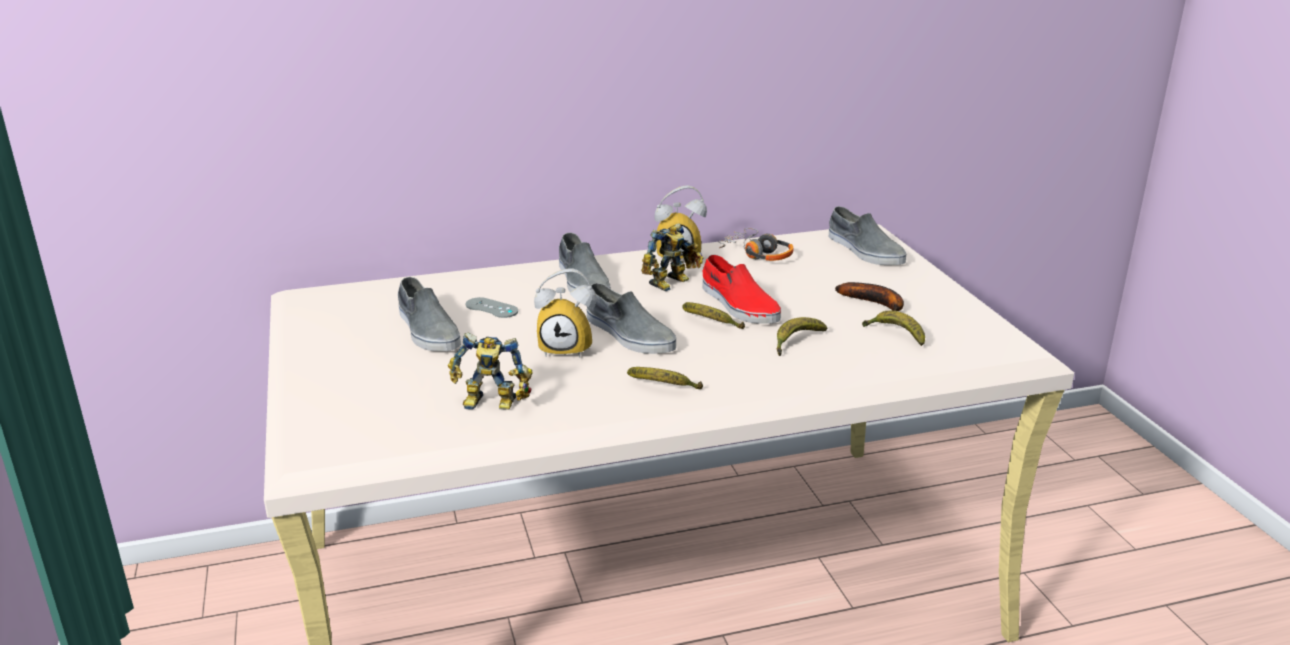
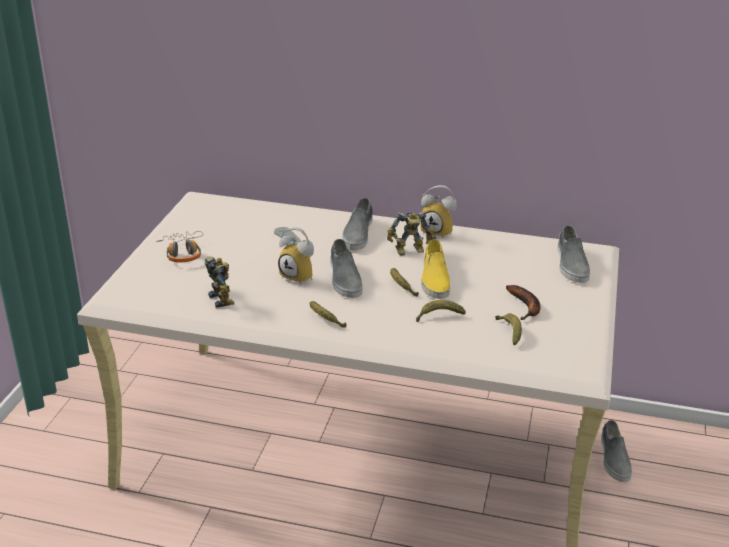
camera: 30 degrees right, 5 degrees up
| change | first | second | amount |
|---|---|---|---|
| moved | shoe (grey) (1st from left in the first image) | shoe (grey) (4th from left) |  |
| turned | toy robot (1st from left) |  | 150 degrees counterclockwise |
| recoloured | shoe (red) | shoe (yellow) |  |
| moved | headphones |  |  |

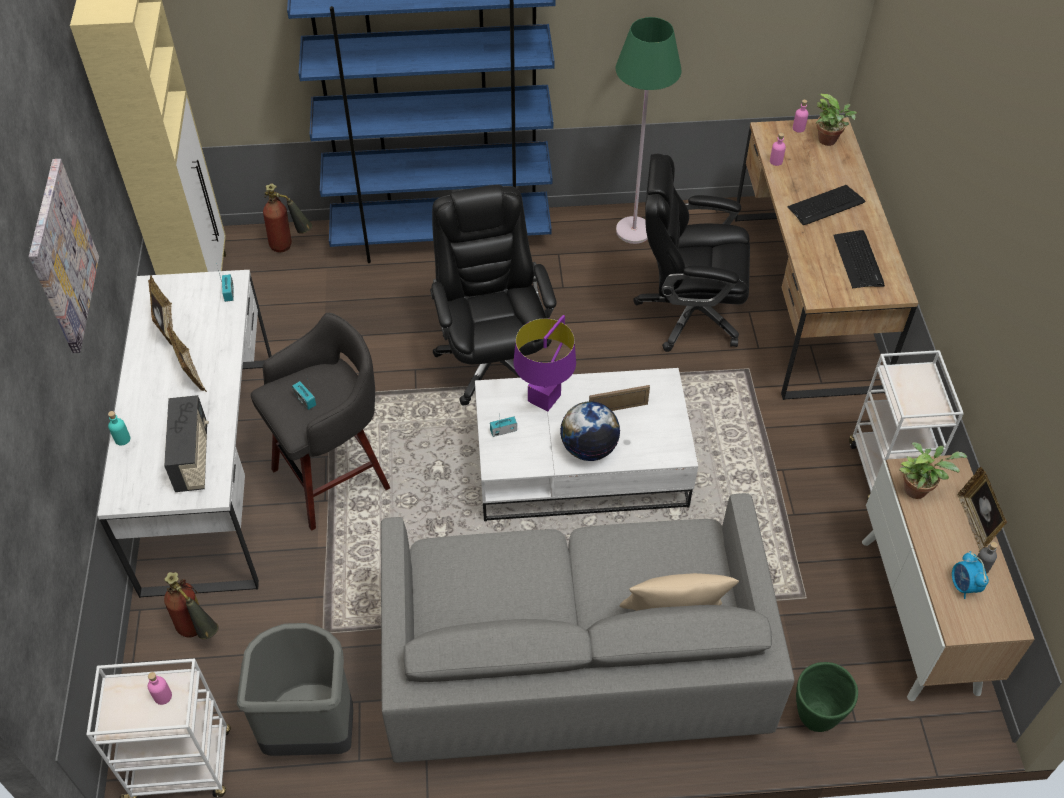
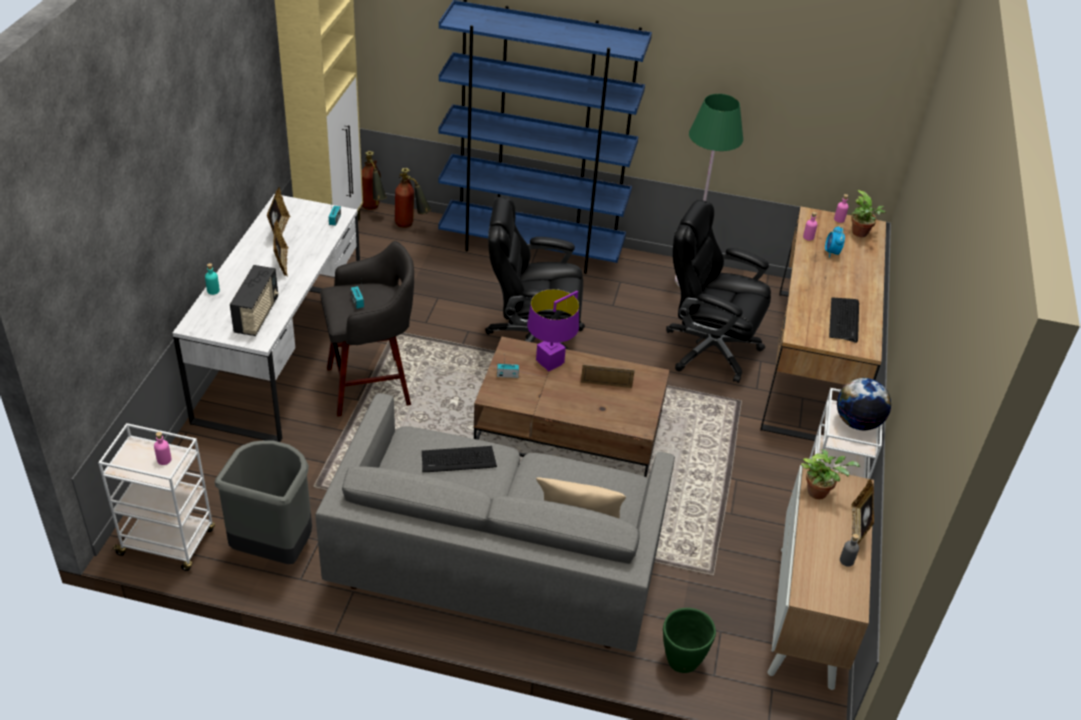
camera: 15 degrees right, 10 degrees down
| change | first | second | amount |
|---|---|---|---|
| removed | picture |  |  |
| moved | fire extinguisher (1st from left) |  |  |
| turned | office chair (black) (1st from left) |  | 90 degrees counterclockwise |
| recoloured | coffee table (white) | coffee table (brown) |  |
| moved | globe |  |  |
| moved | keyboard (1st from left) |  |  |
| moved | alarm clock |  |  |

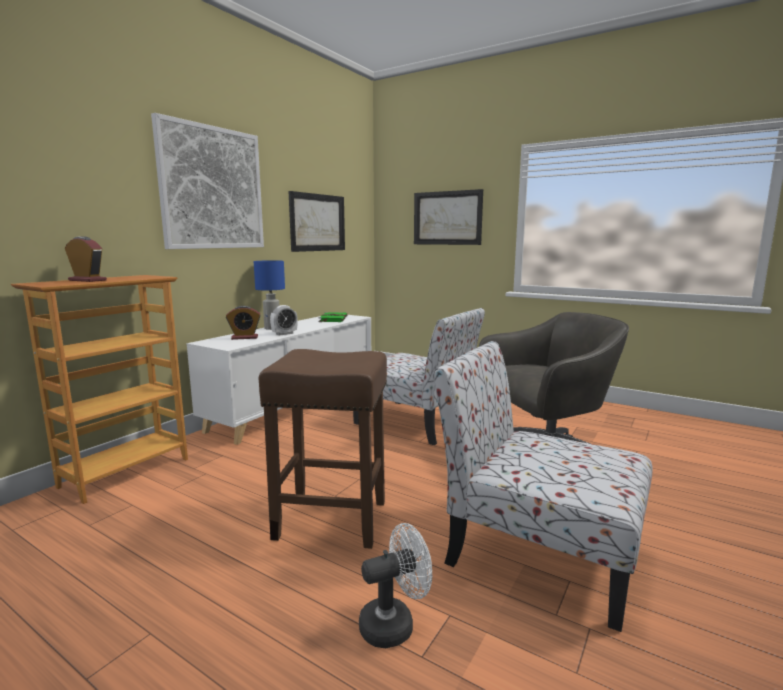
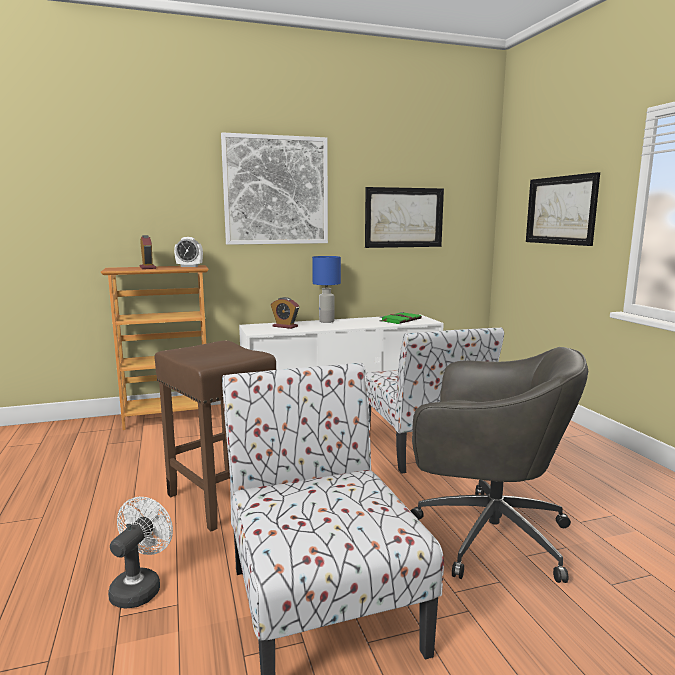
camera: 40 degrees right, 0 degrees up
| change | first | second | amount |
|---|---|---|---|
| moved | alarm clock (3rd from left in the first image) | alarm clock (2nd from left) |  |
| turned | fan (white) |  | 90 degrees counterclockwise |

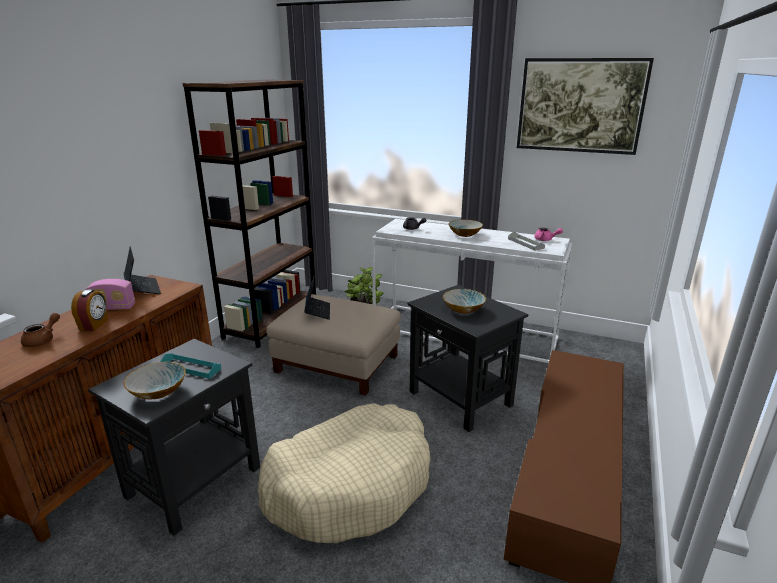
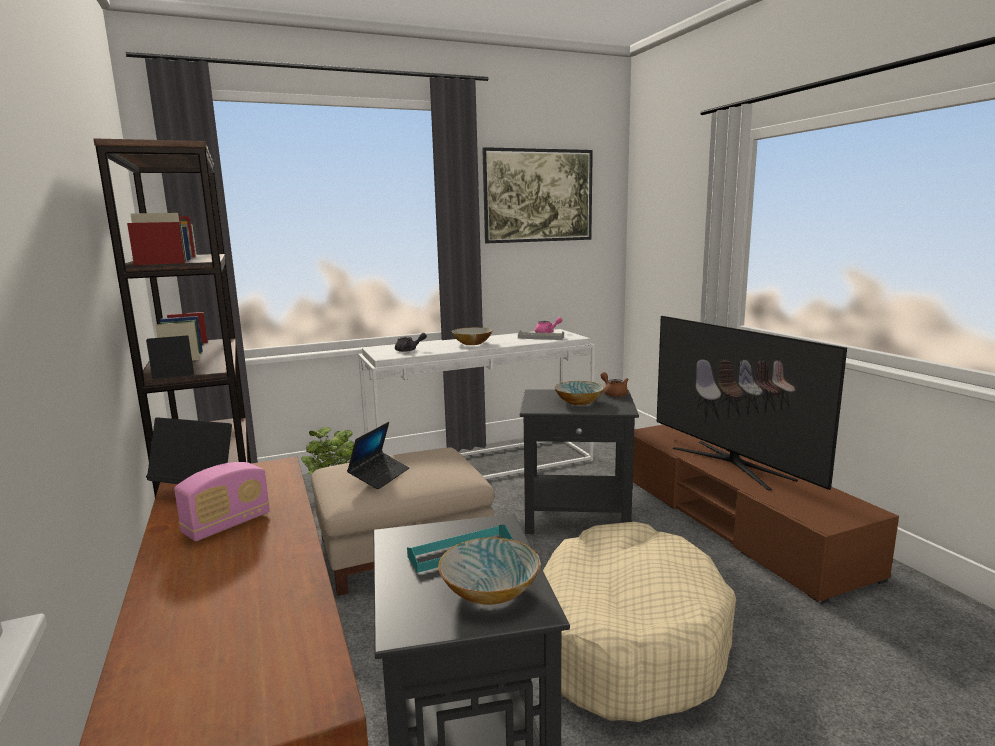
camera: 45 degrees left, 10 degrees down
| change | first | second | amount |
|---|---|---|---|
| moved | teapot (brown) |  |  |
| removed | alarm clock |  |  |
| turned | laptop (2nd from left) |  | 75 degrees clockwise |
| added |  | television |  |

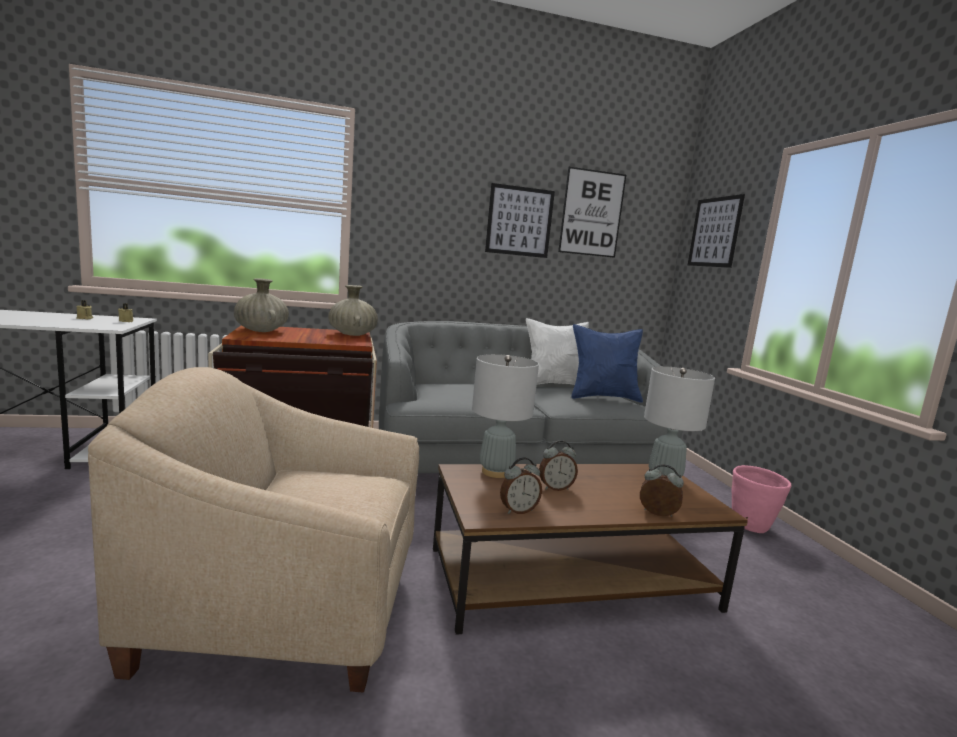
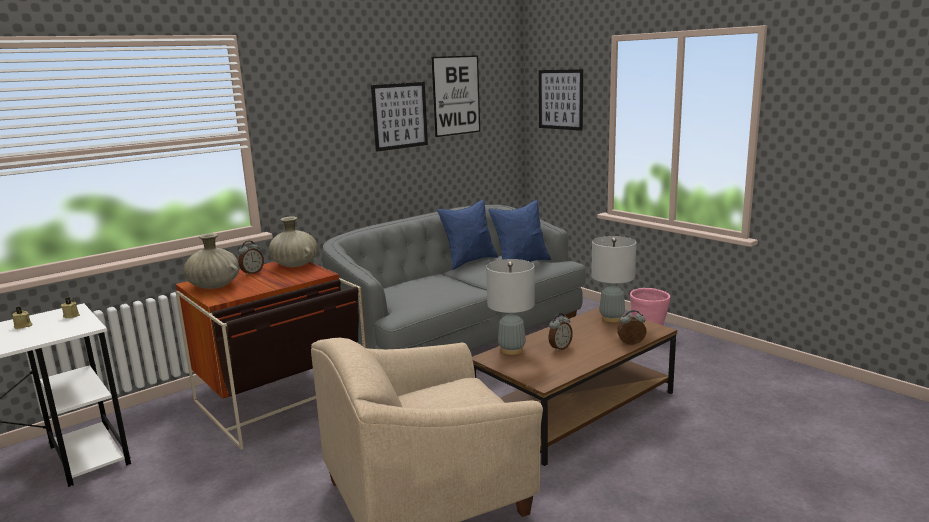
camera: 25 degrees left, 5 degrees up
| change | first | second | amount |
|---|---|---|---|
| moved | alarm clock (1st from left) |  |  |
| recoloured | pillow (white) | pillow (blue) (1st from left) |  |

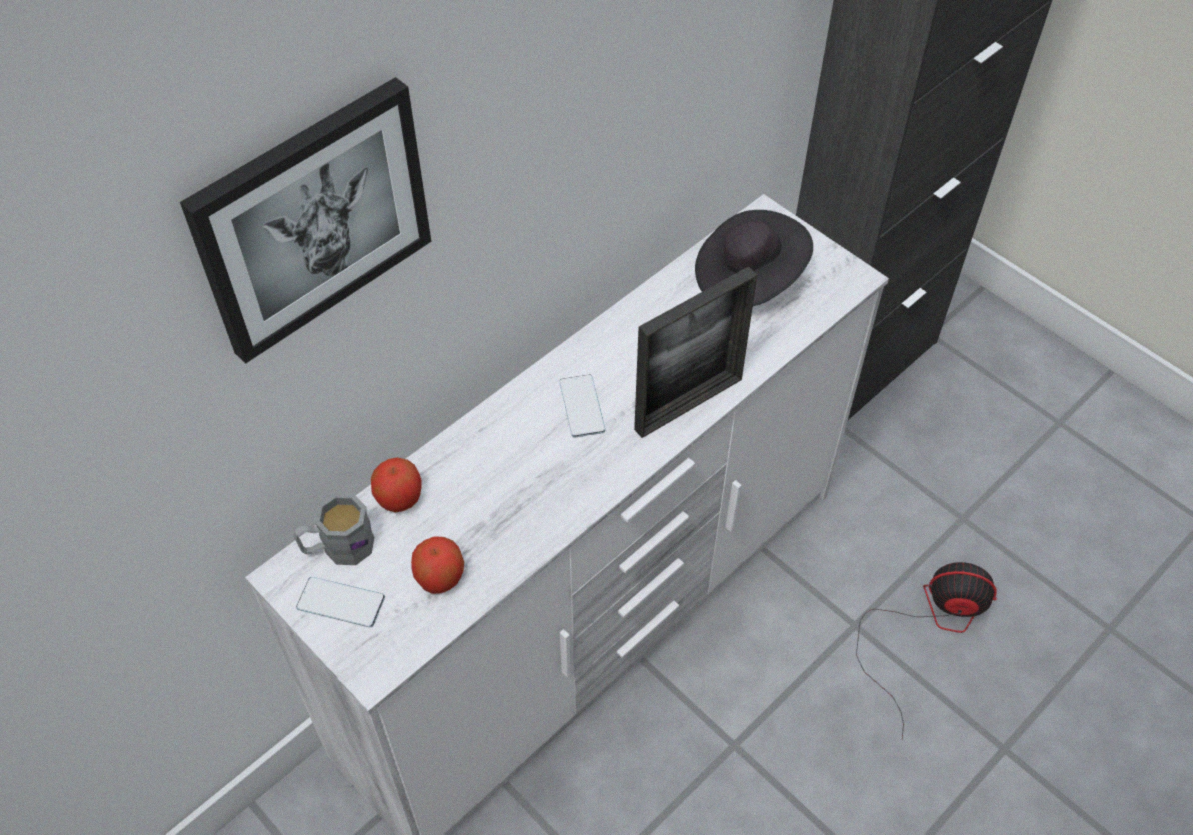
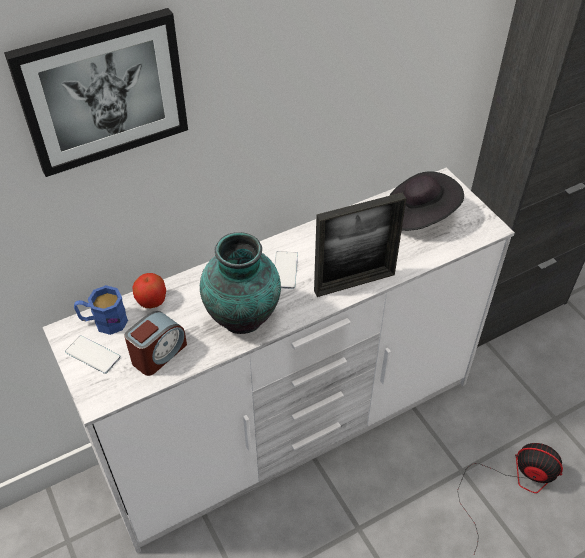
camera: 15 degrees right, 5 degrees down
| change | first | second | amount |
|---|---|---|---|
| recoloured | mug (grey) | mug (blue) |  |
| replaced | apple (2nd from left) | alarm clock |  |
| added |  | vase |  |

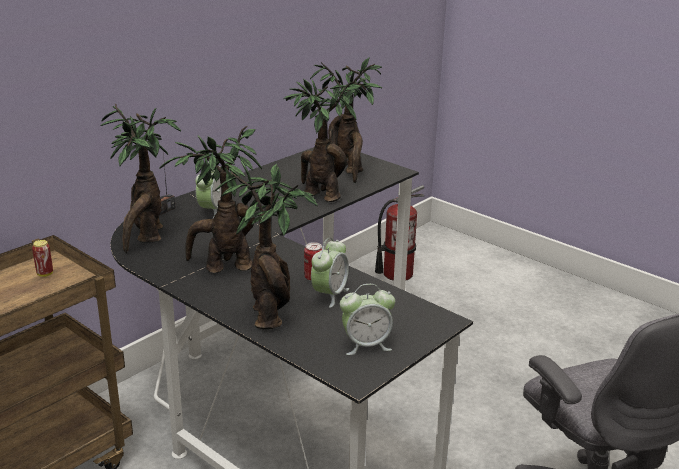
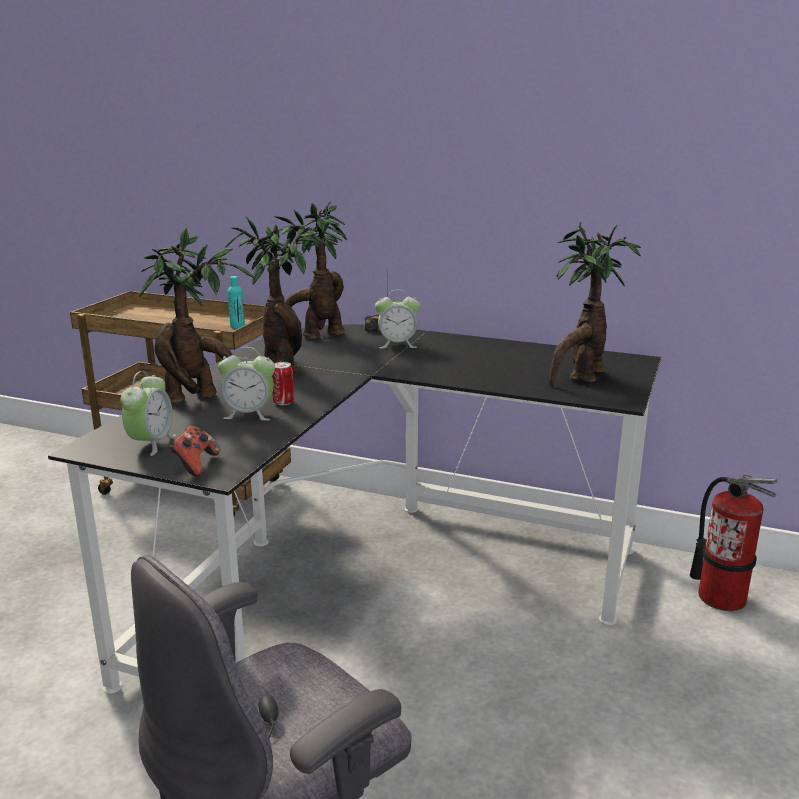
camera: 70 degrees right, 5 degrees down
| change | first | second | amount |
|---|---|---|---|
| replaced | can (1st from left) | bottle (turquoise) |  |
| removed | potted plant (4th from left) |  |  |
| turned | alarm clock (3rd from left in the first image) | alarm clock (1st from left) | 135 degrees counterclockwise |
| added |  | game controller |  |

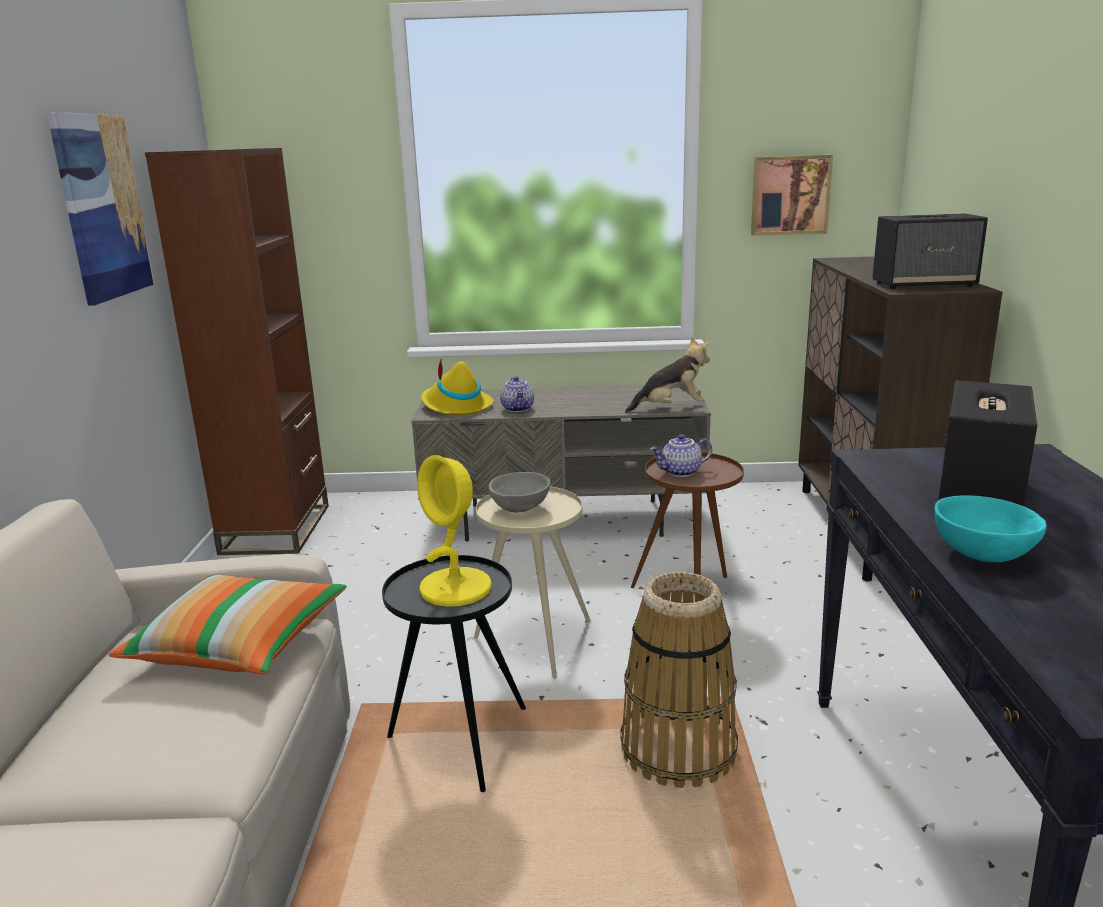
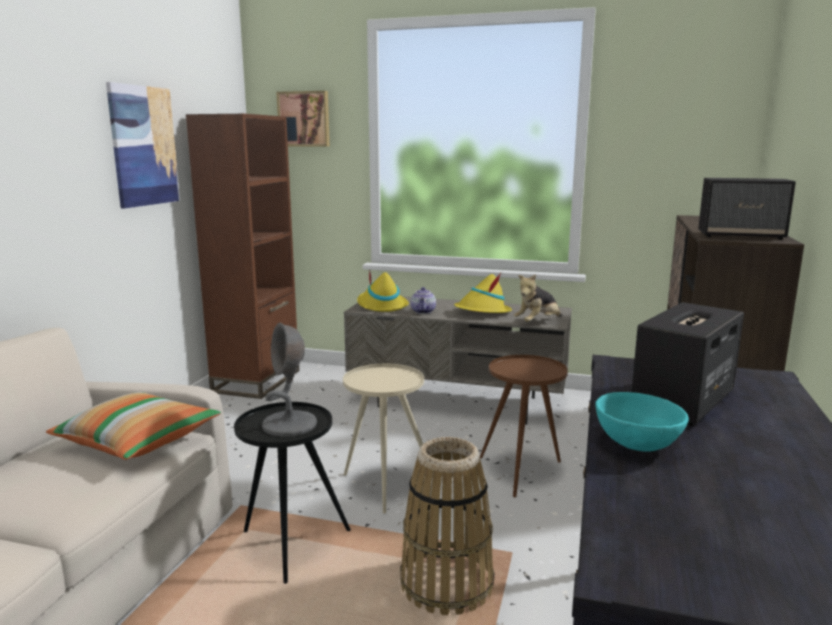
camera: 15 degrees right, 5 degrees down
| change | first | second | amount |
|---|---|---|---|
| recoloured | table lamp (yellow) | table lamp (grey) |  |
| removed | bowl (grey) |  |  |
| turned | plush toy |  | 135 degrees clockwise |
| removed | teapot (2nd from left) |  |  |
| moved | picture (2nd from left) |  |  |
| added |  | hat (yellow) (2nd from left) |  |

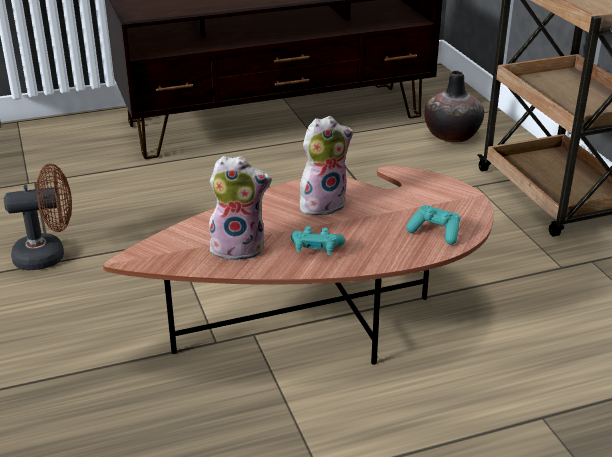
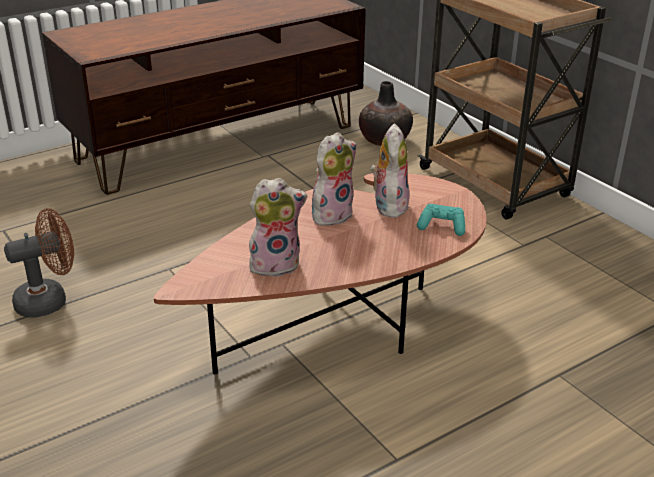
camera: 15 degrees left, 0 degrees up
| change | first | second | amount |
|---|---|---|---|
| removed | game controller (turquoise) (1st from left) |  |  |
| added |  | plush toy (3rd from left) |  |

